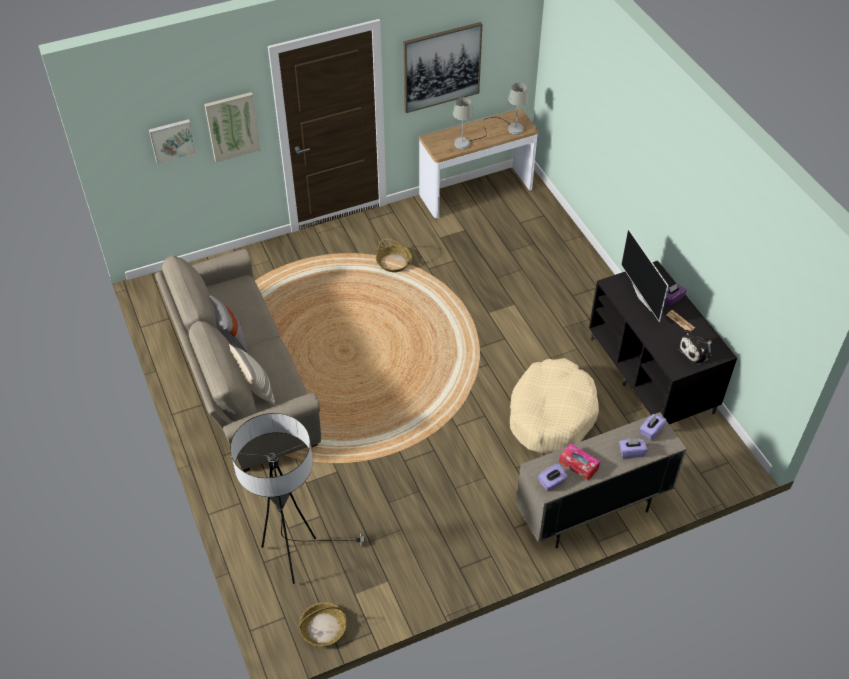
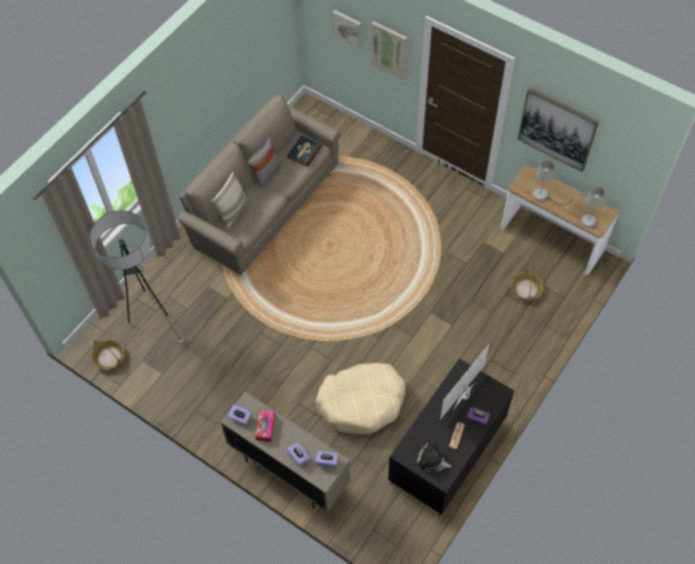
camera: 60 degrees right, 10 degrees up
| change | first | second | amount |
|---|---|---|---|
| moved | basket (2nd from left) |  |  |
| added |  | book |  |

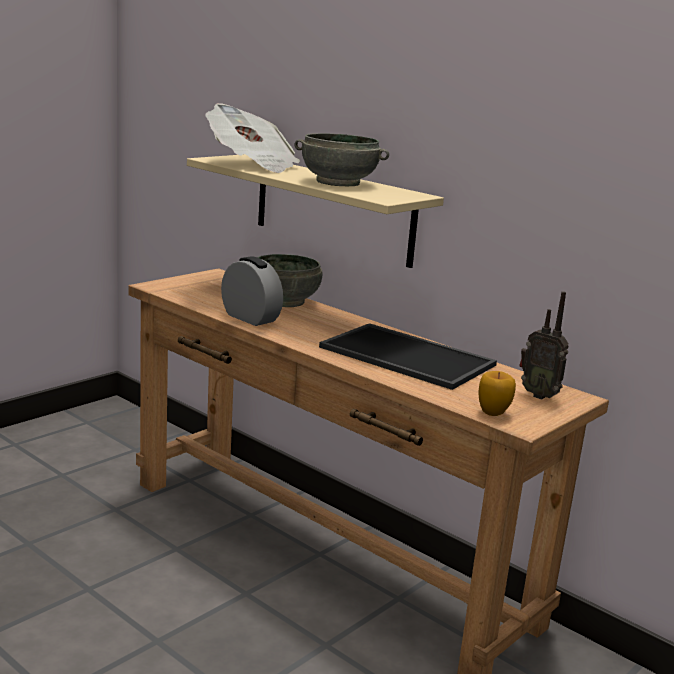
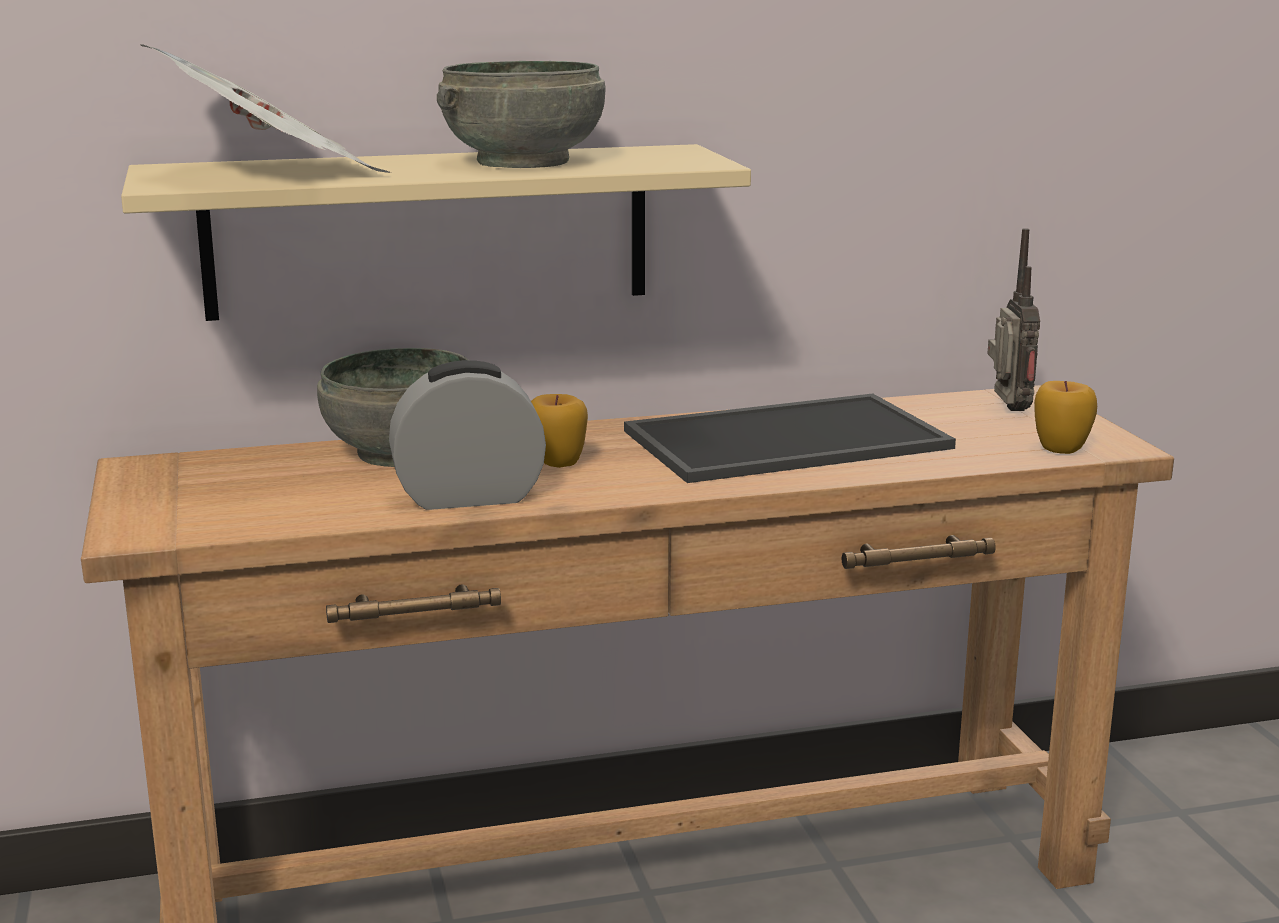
camera: 55 degrees left, 0 degrees up
| change | first | second | amount |
|---|---|---|---|
| turned | radio |  | 75 degrees counterclockwise |
| added |  | apple (1st from left) |  |

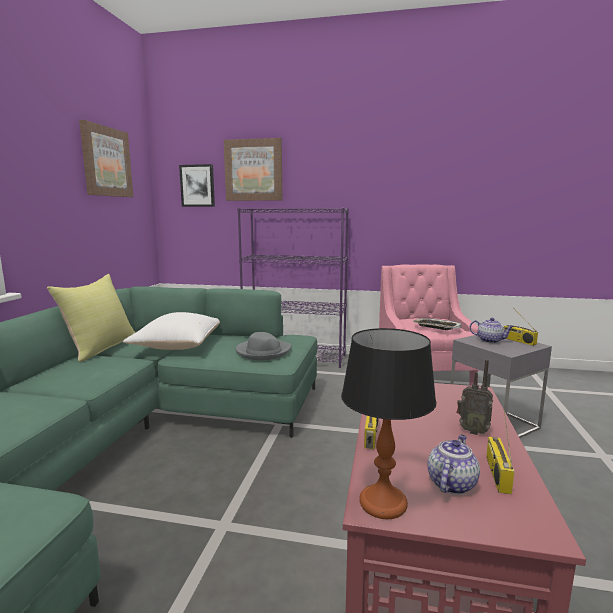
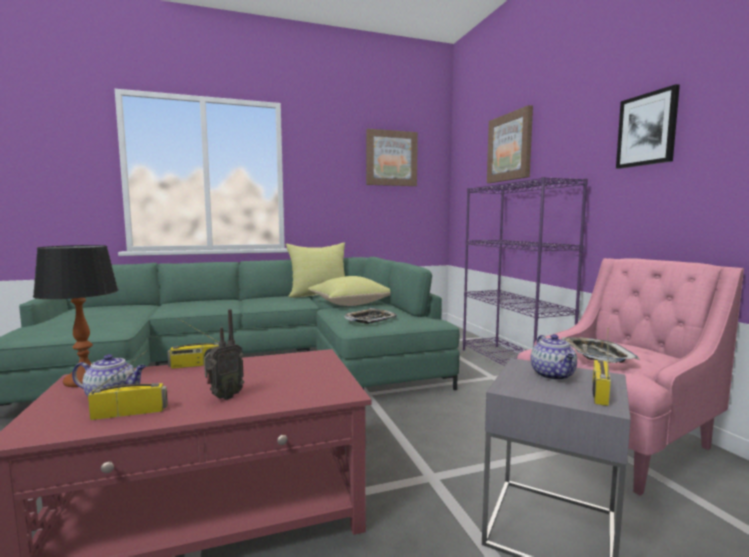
camera: 60 degrees right, 5 degrees down
| change | first | second | amount |
|---|---|---|---|
| recoloured | pillow (white) | pillow (yellow) (2nd from left) |  |
| moved | picture (2nd from left in the first image) | picture (3rd from left) |  |
| replaced | hat (grey) | tray (1st from left) |  |
| turned | radio (2nd from left in the first image) | radio (3rd from left) | 135 degrees counterclockwise |

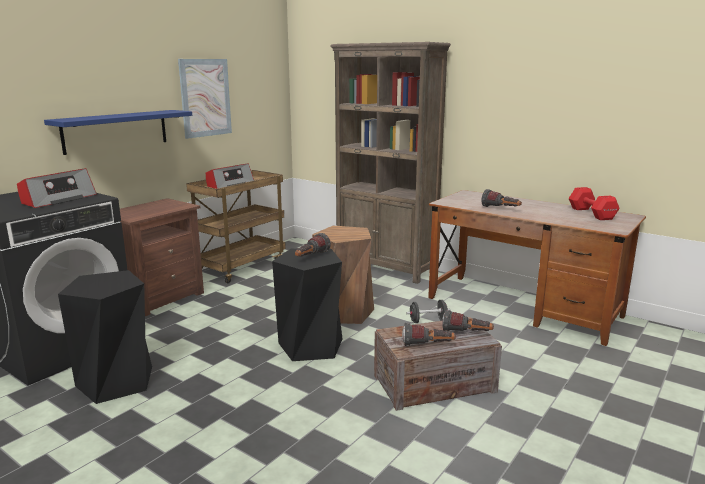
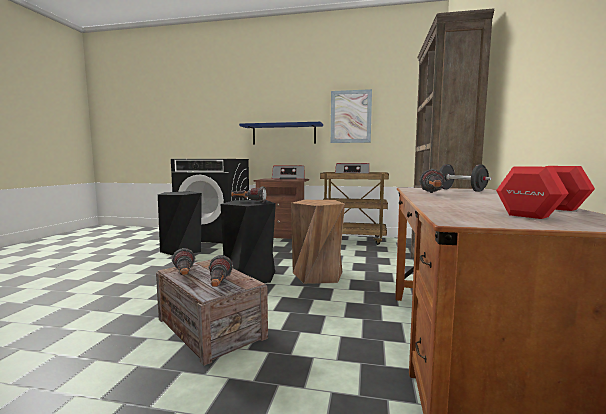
camera: 65 degrees right, 10 degrees down
| change | first | second | amount |
|---|---|---|---|
| moved | radio (1st from left) |  |  |
| moved | dumbbell (black) |  |  |

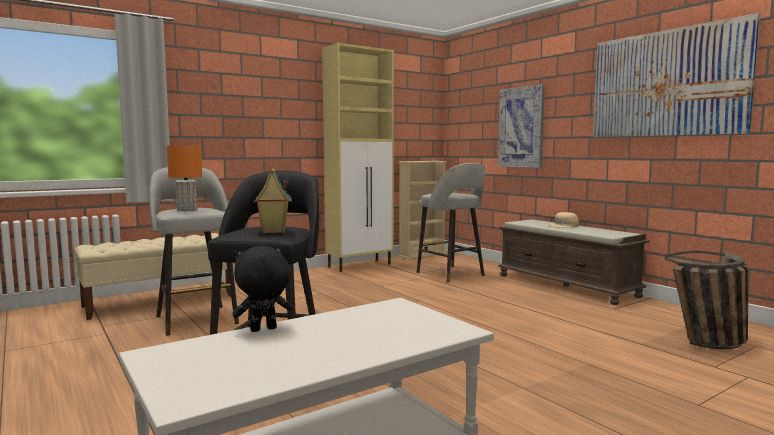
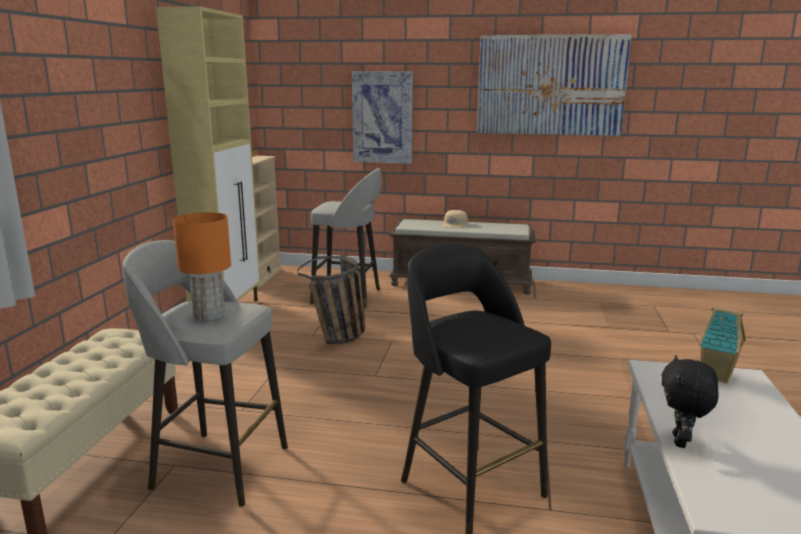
camera: 45 degrees left, 10 degrees up
| change | first | second | amount |
|---|---|---|---|
| moved | toy house |  |  |
| moved | basket |  |  |

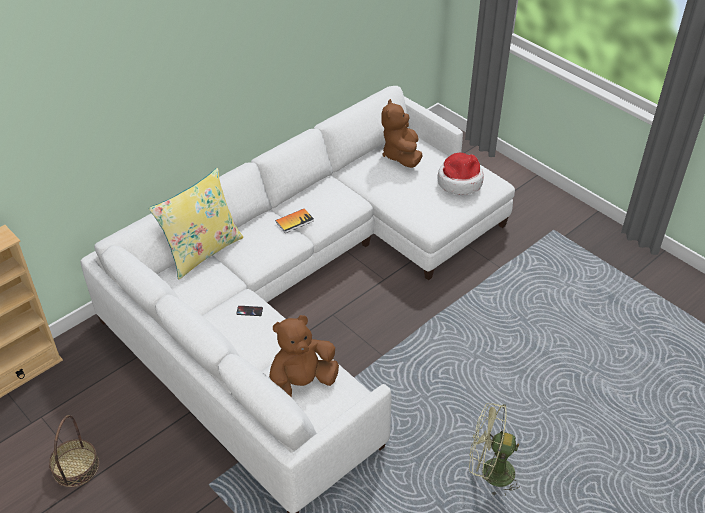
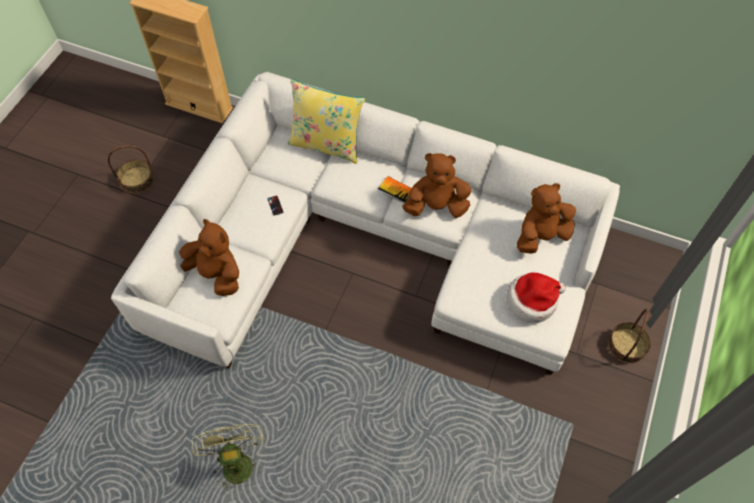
camera: 65 degrees right, 15 degrees up
| change | first | second | amount |
|---|---|---|---|
| added |  | plush toy (brown) (2nd from left) |  |
| added |  | basket (2nd from left) |  |

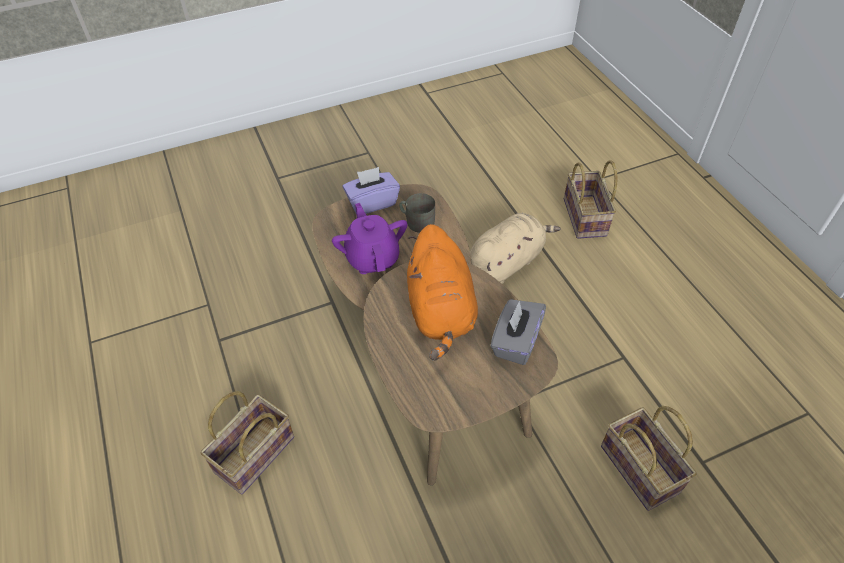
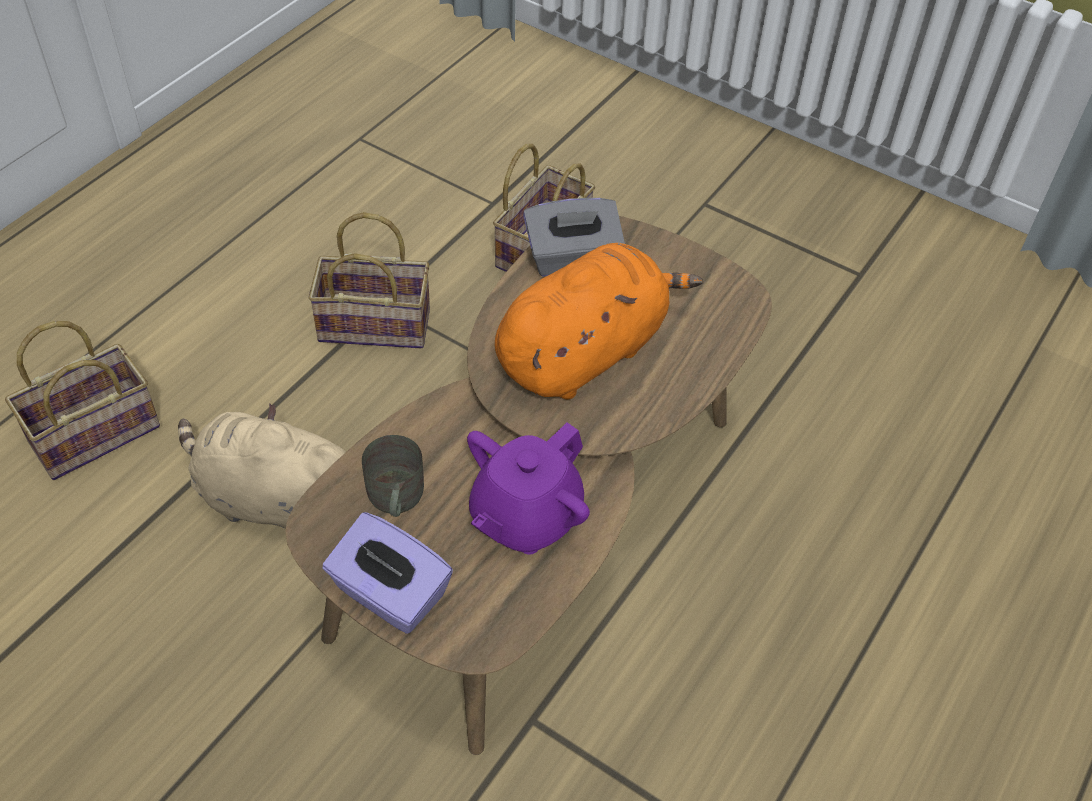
camera: 125 degrees left, 0 degrees up
| change | first | second | amount |
|---|---|---|---|
| moved | basket (1st from left in the first image) | basket (2nd from left) |  |

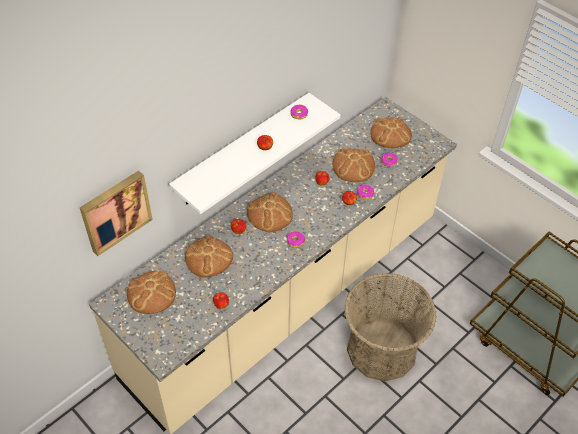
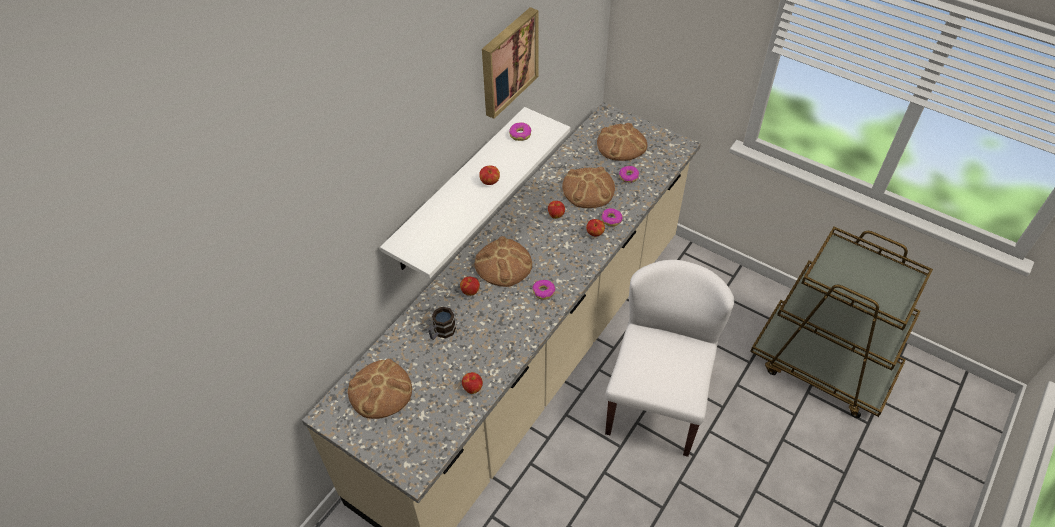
camera: 10 degrees left, 0 degrees up
| change | first | second | amount |
|---|---|---|---|
| moved | picture |  |  |
| replaced | bread (2nd from left) | mug |  |
| replaced | basket | chair (white) |  |

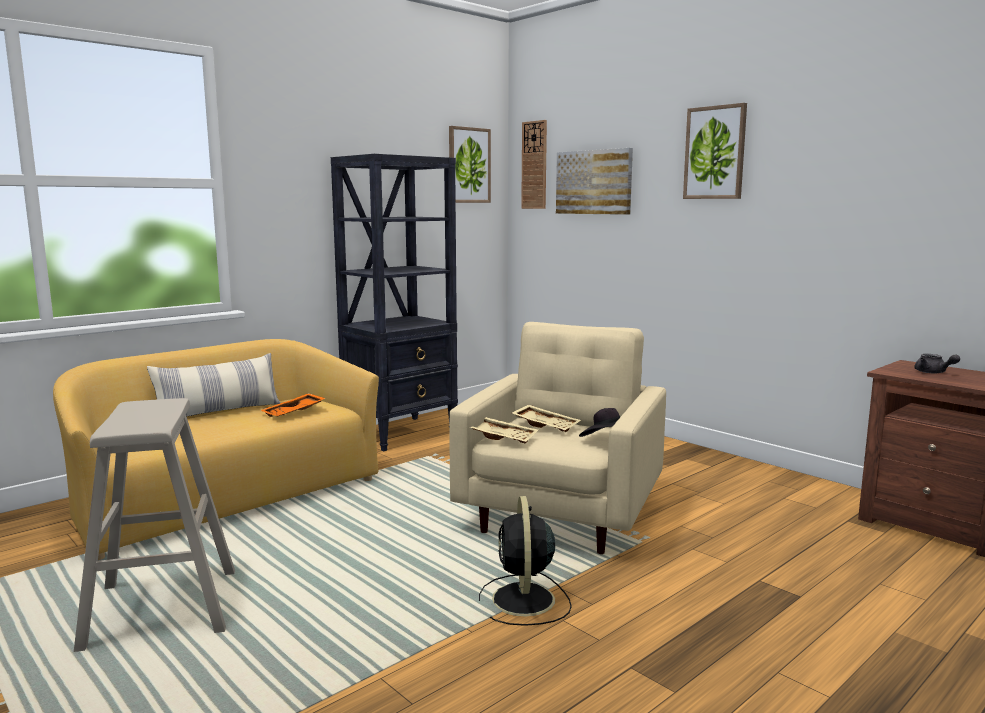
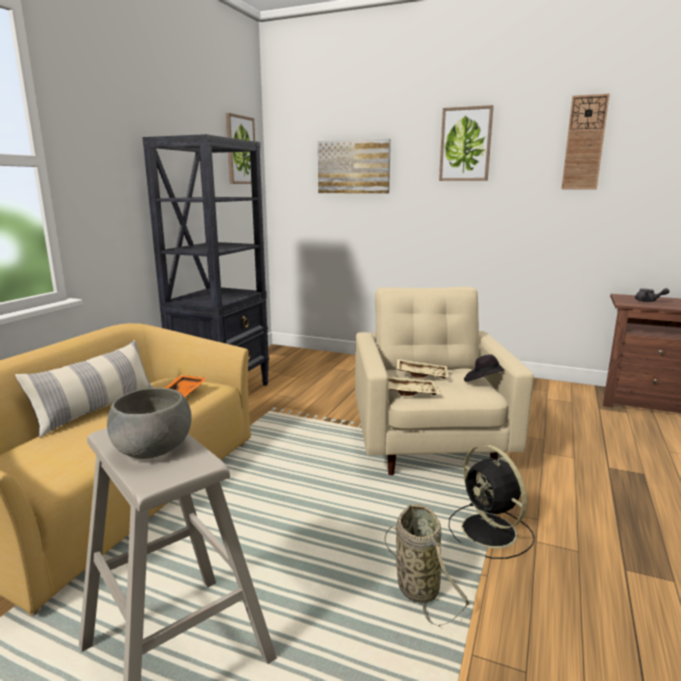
camera: 25 degrees left, 5 degrees up
| change | first | second | amount |
|---|---|---|---|
| moved | wall clock |  |  |
| added |  | bowl (grey) |  |
| added |  | basket |  |

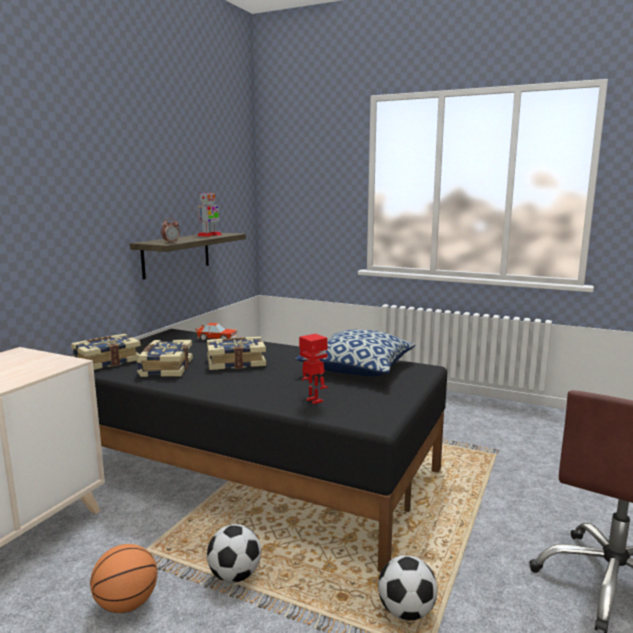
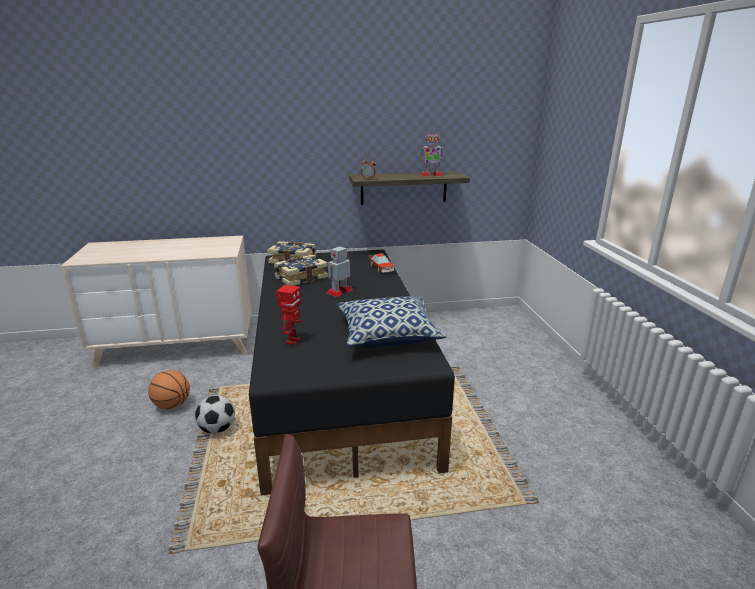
camera: 55 degrees right, 10 degrees up
| change | first | second | amount |
|---|---|---|---|
| replaced | book (3rd from left) | toy robot (2nd from left) |  |
| removed | football (2nd from left) |  |  |

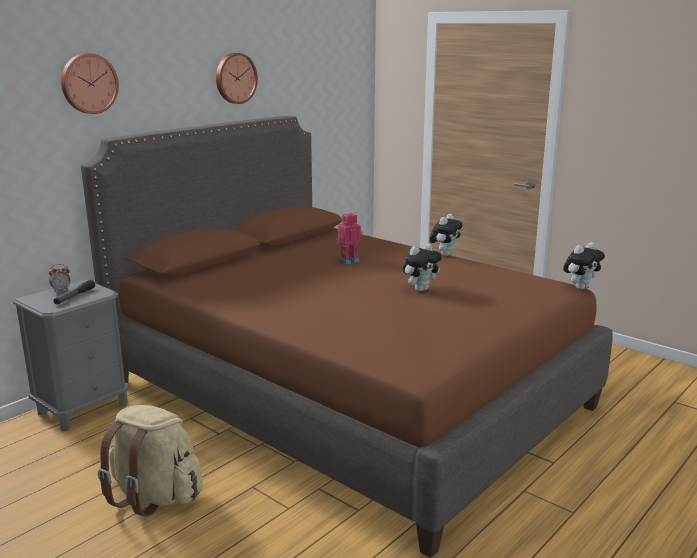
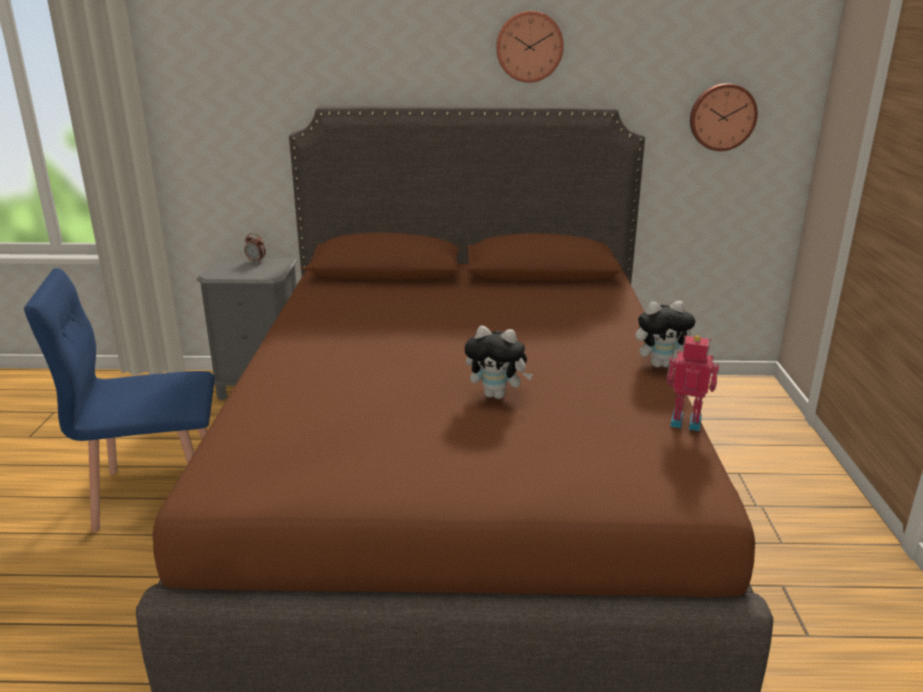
camera: 50 degrees right, 5 degrees up
| change | first | second | amount |
|---|---|---|---|
| removed | flashlight |  |  |
| moved | wall clock (1st from left in the first image) | wall clock (2nd from left) |  |
| replaced | backpack (beige) | chair (blue) |  |
| moved | toy robot |  |  |
| removed | plush toy (3rd from left) |  |  |

